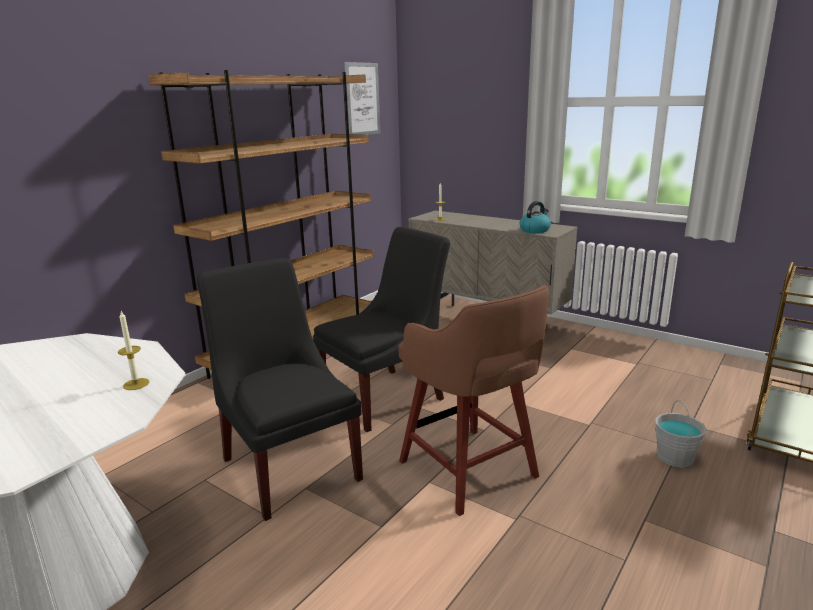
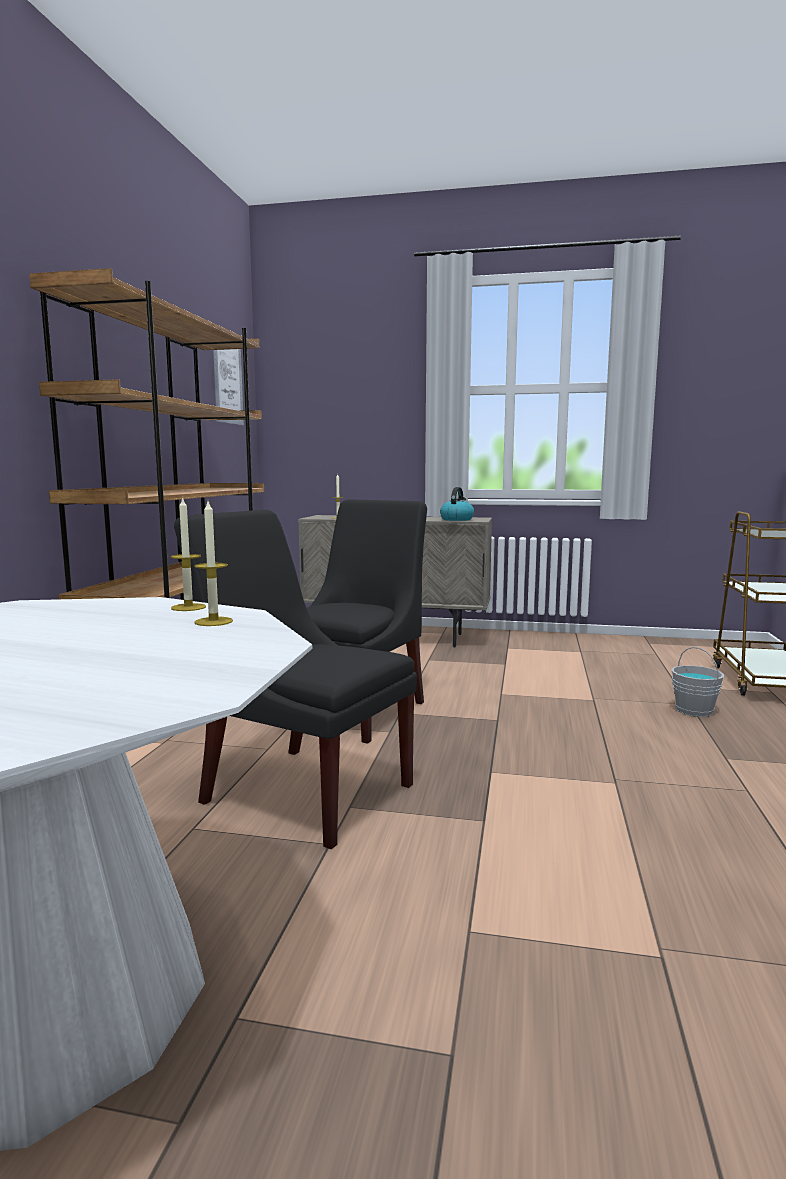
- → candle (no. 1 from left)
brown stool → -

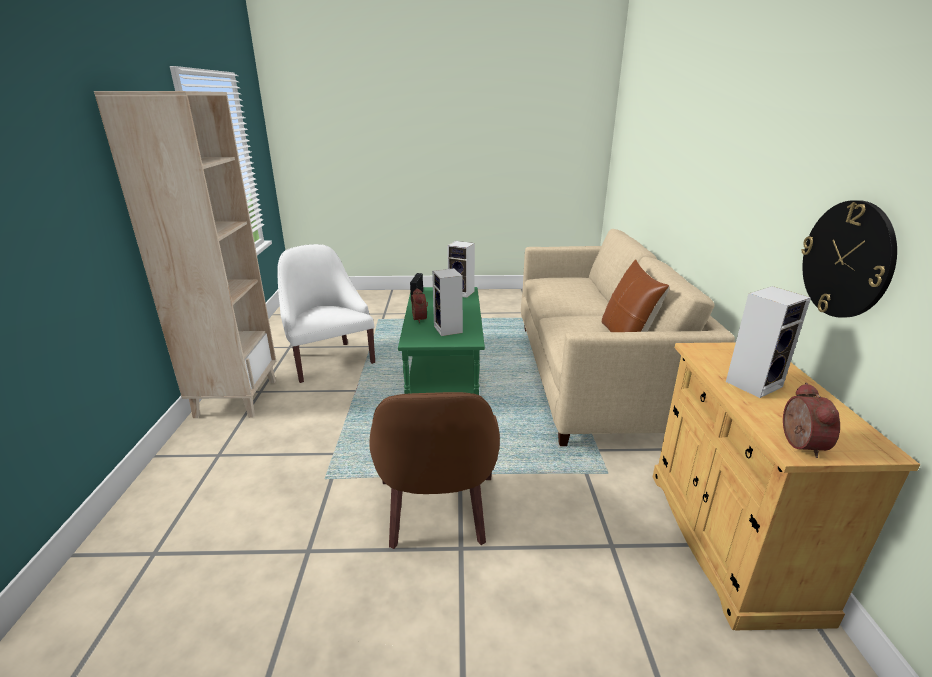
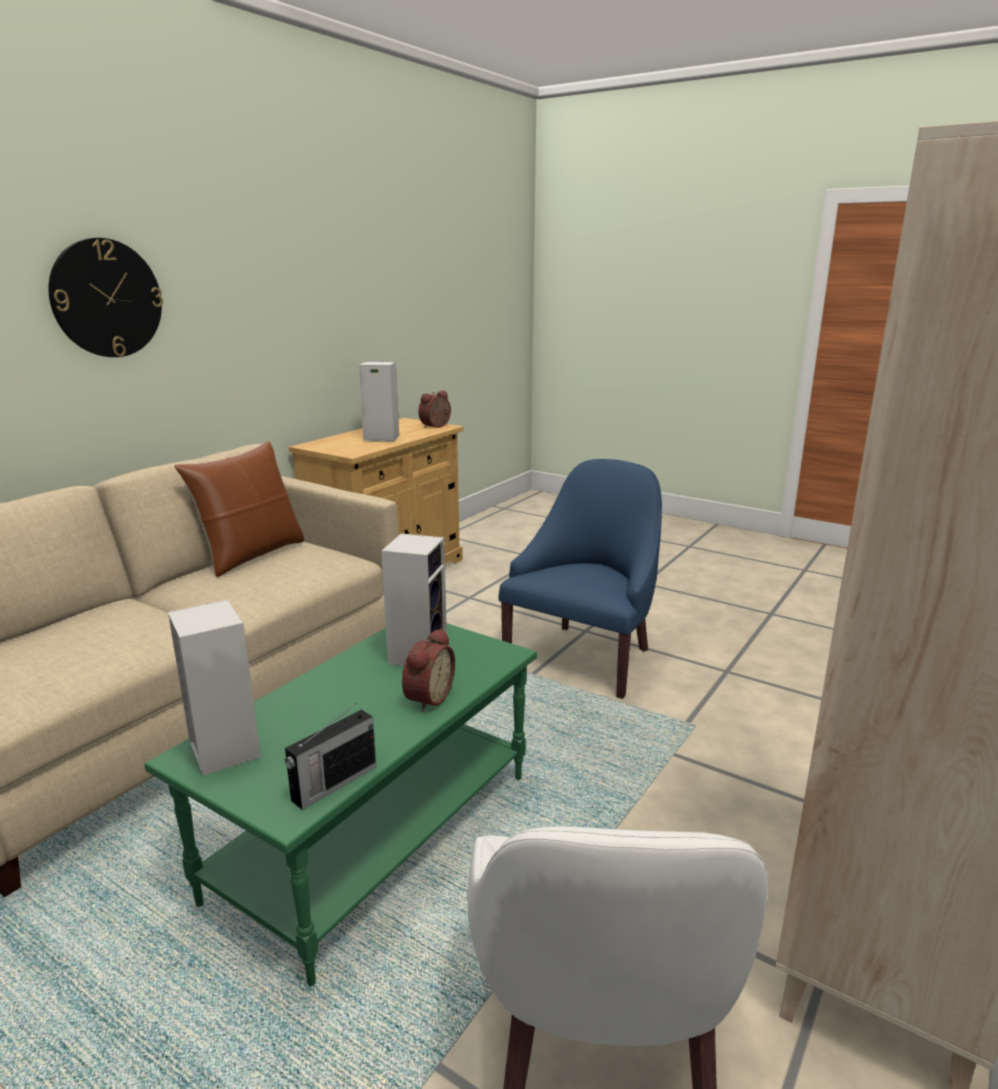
wall clock, shifted
brown armchair → blue armchair

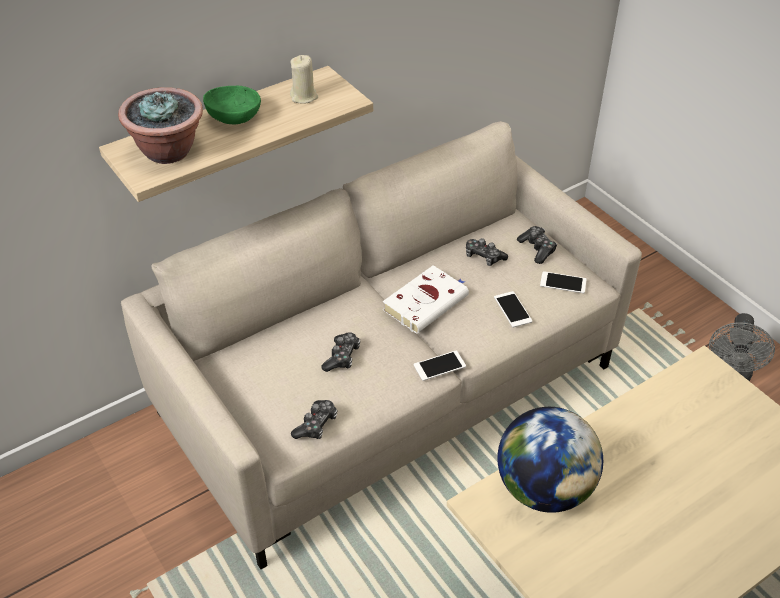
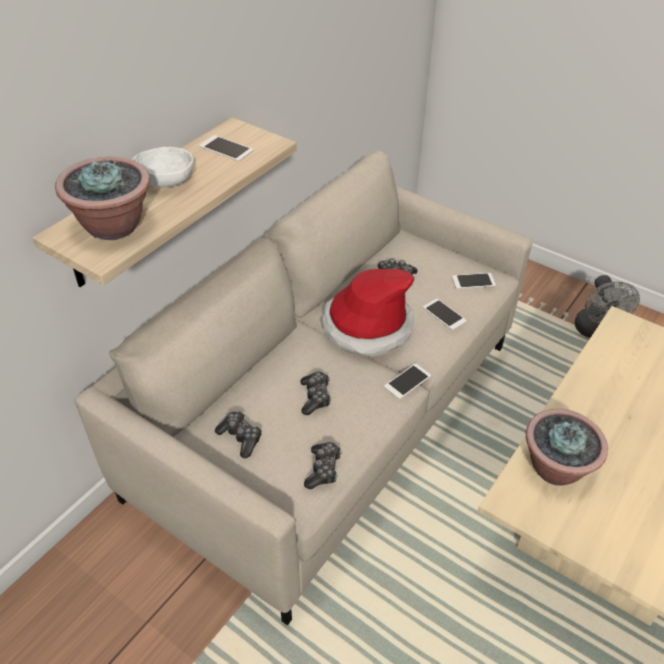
green bowl → white bowl
beige candle → phone (no. 1 from left)
game controller (no. 4 from left in the first image) → game controller (no. 1 from left), shifted
white book → hat
globe → potted plant (no. 2 from left)

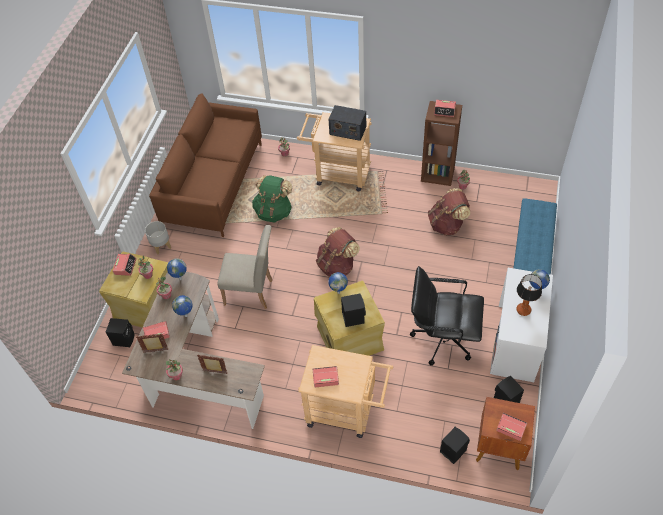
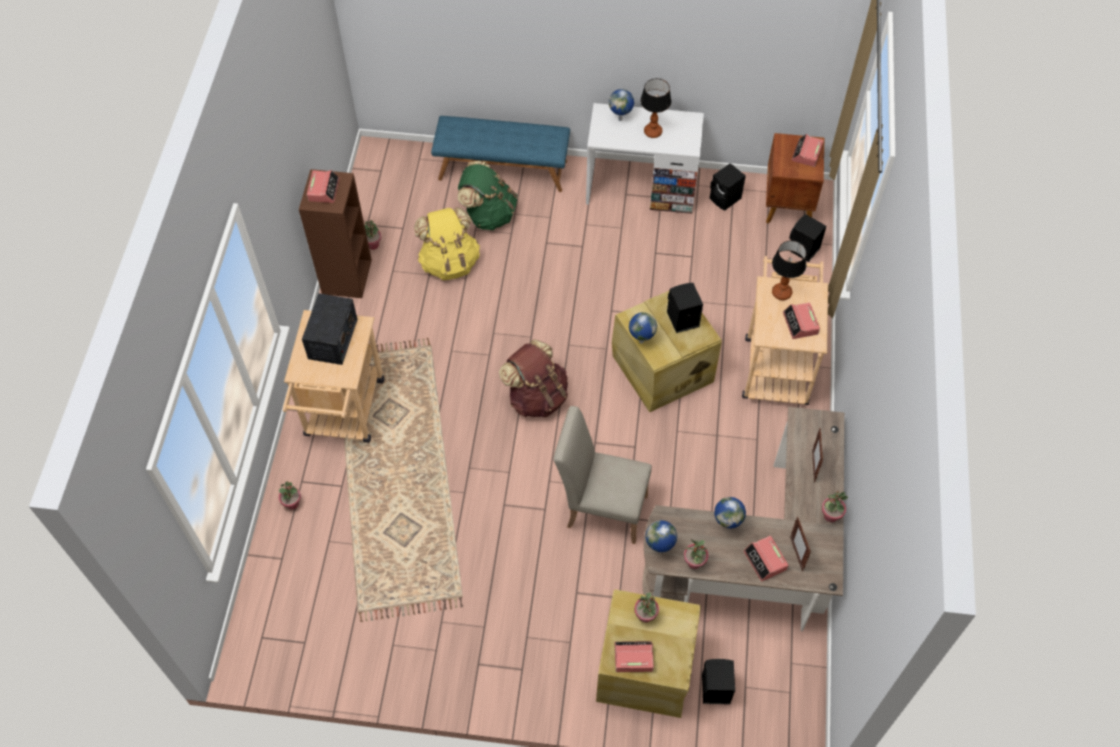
brown backpack (no. 2 from left) → yellow backpack
green backpack, shifted
beige chair, 75 degrees counterclockwise
- → table lamp (no. 2 from left)
grey planter → -
brown sofa → -
black office chair → -

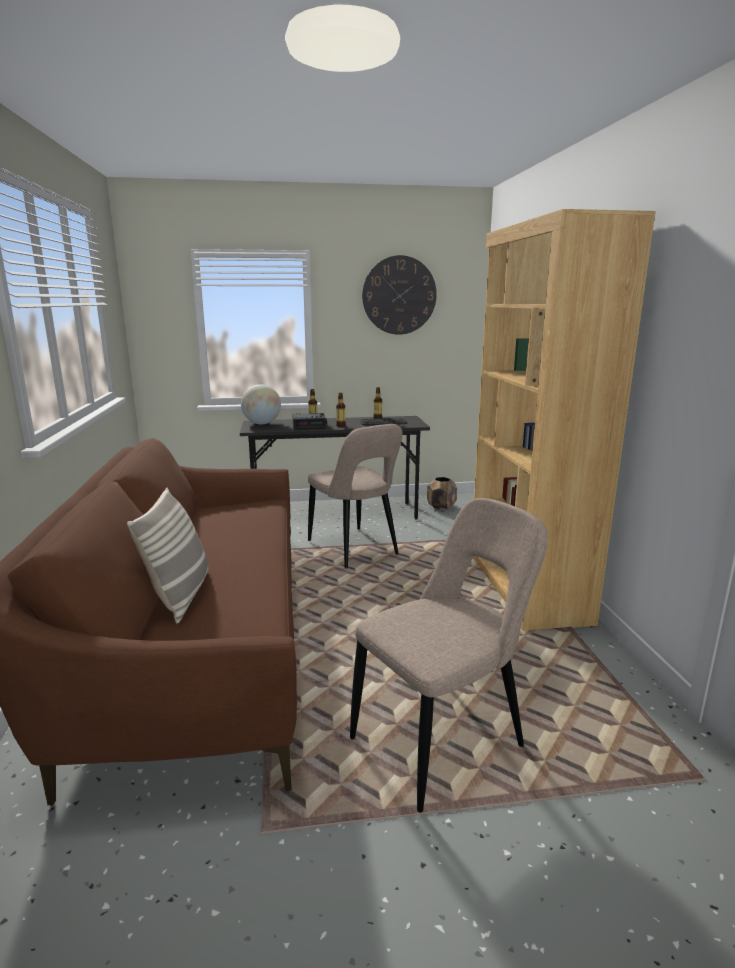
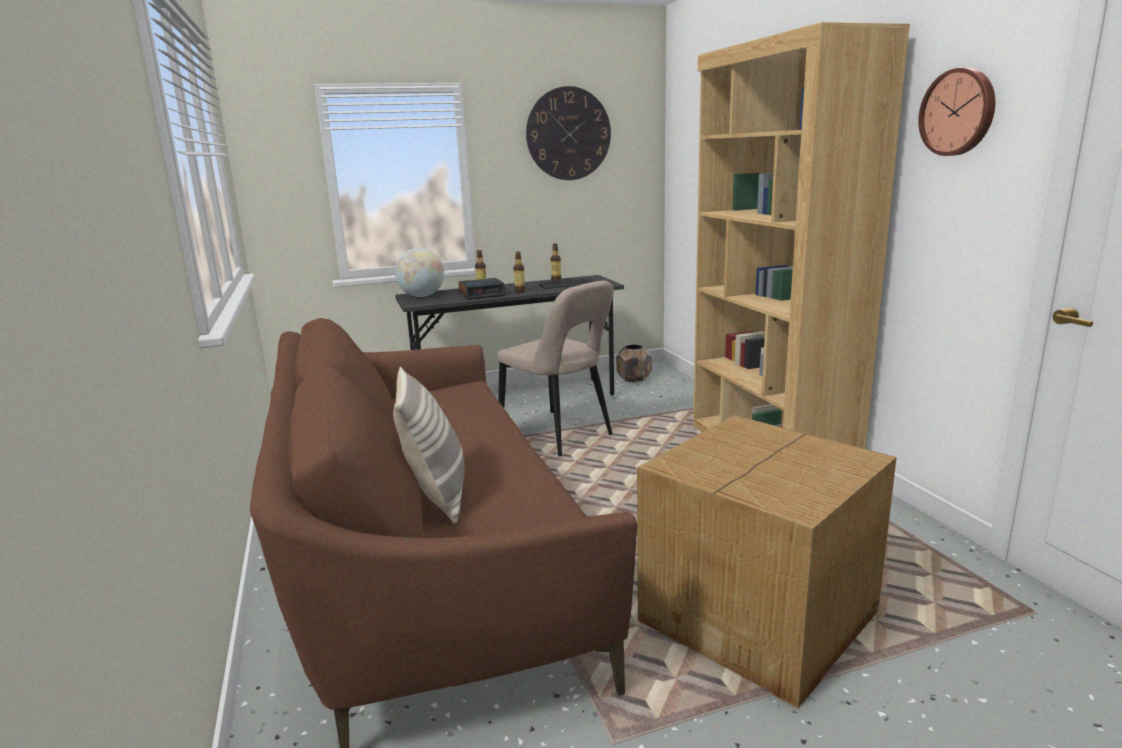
beige chair (no. 2 from left) → cardboard box
- → wall clock (no. 2 from left)

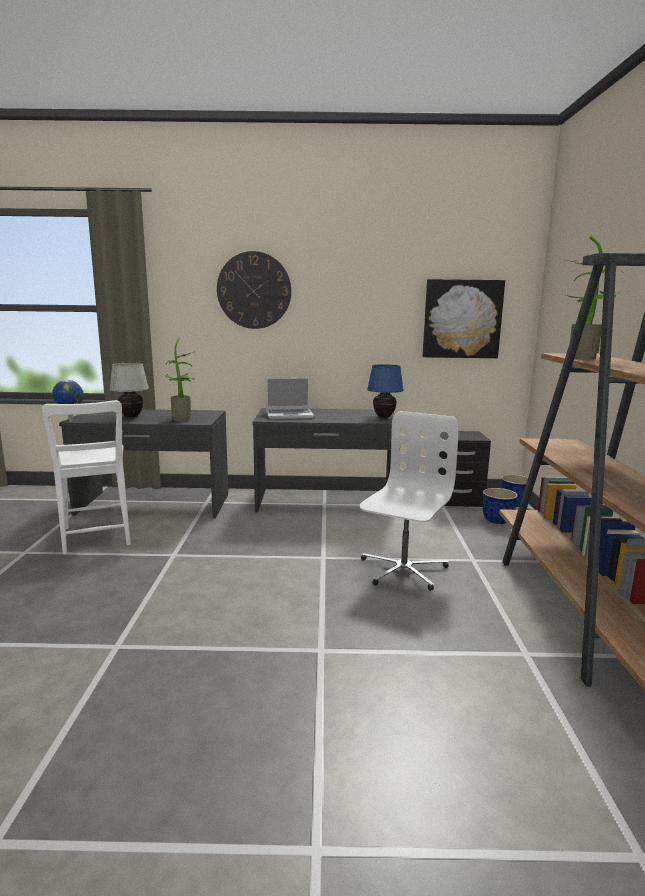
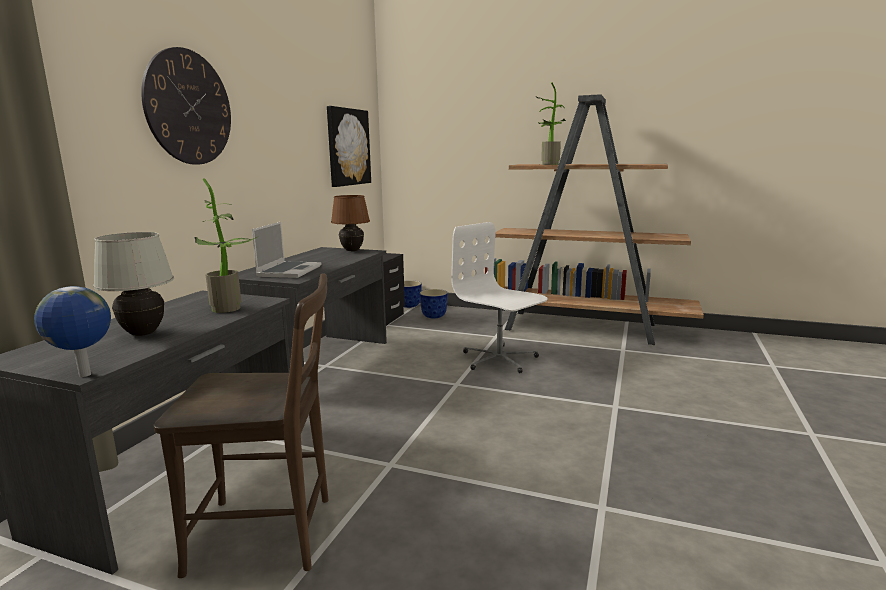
white chair → brown chair
blue table lamp → brown table lamp

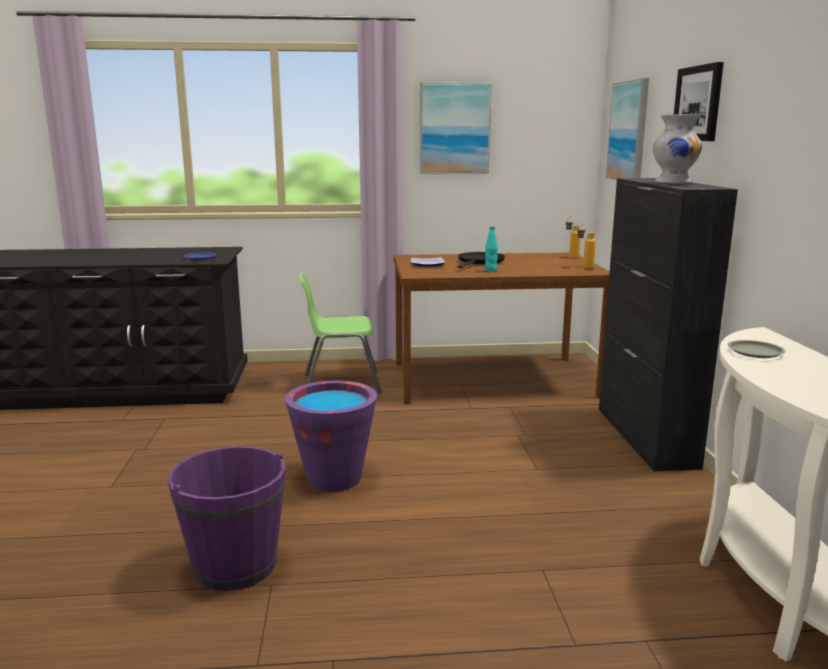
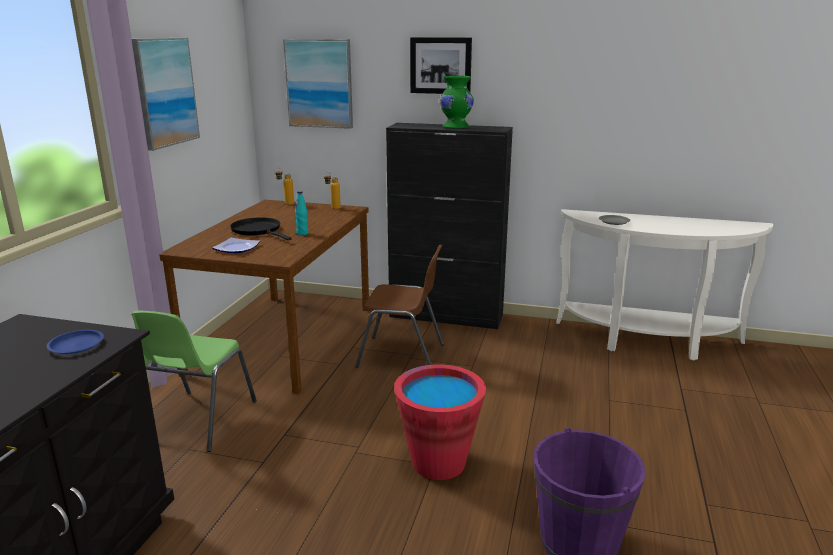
- → brown chair
purple bucket (no. 2 from left) → red bucket
white vase → green vase

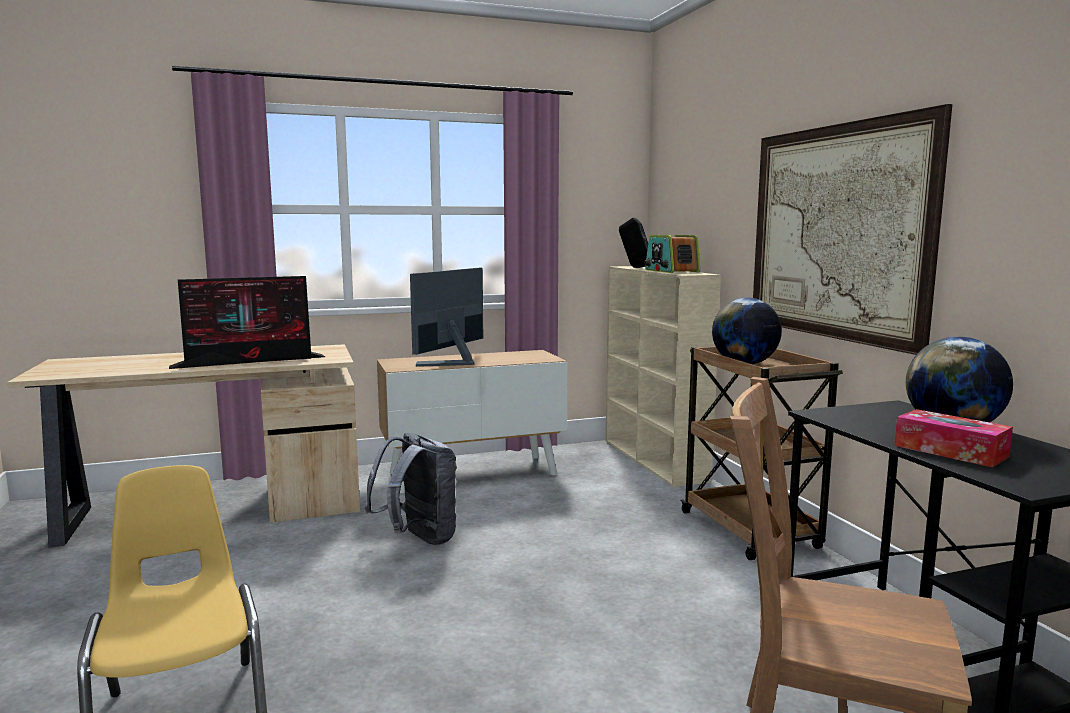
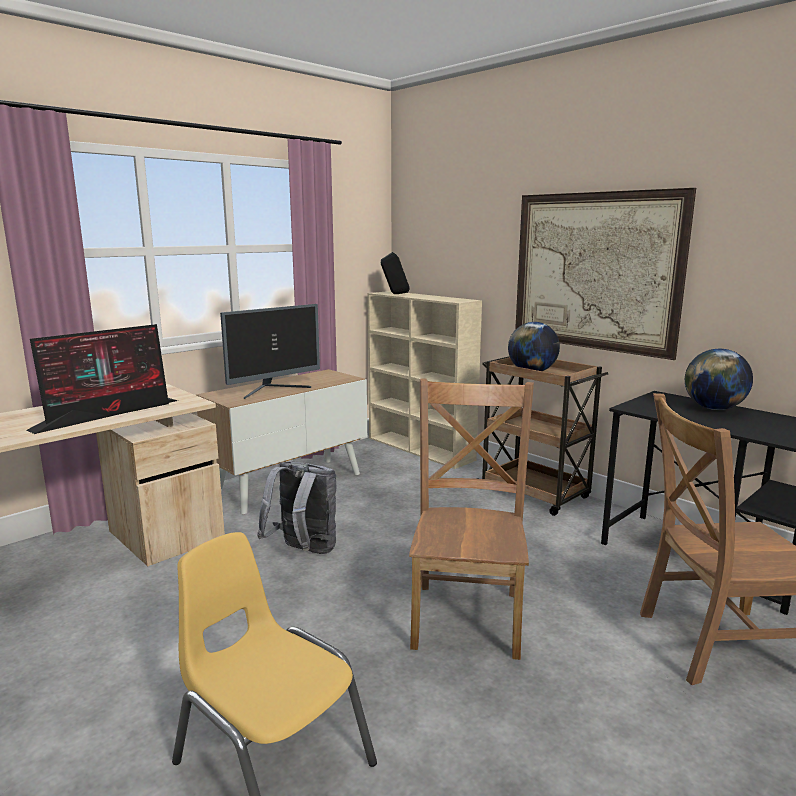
monitor (no. 2 from left), 135 degrees counterclockwise
- → brown chair (no. 1 from left)
radio → -
tissue box → -

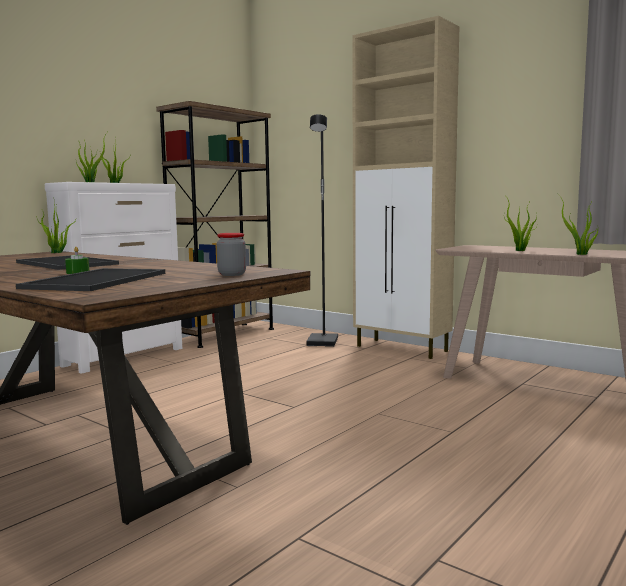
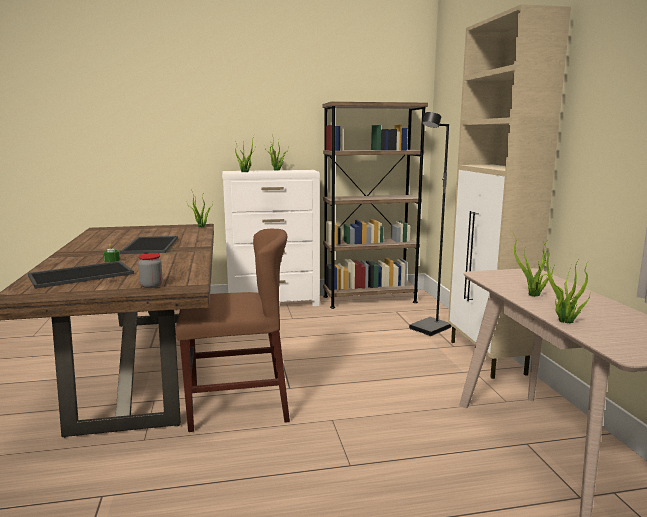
- → brown chair

